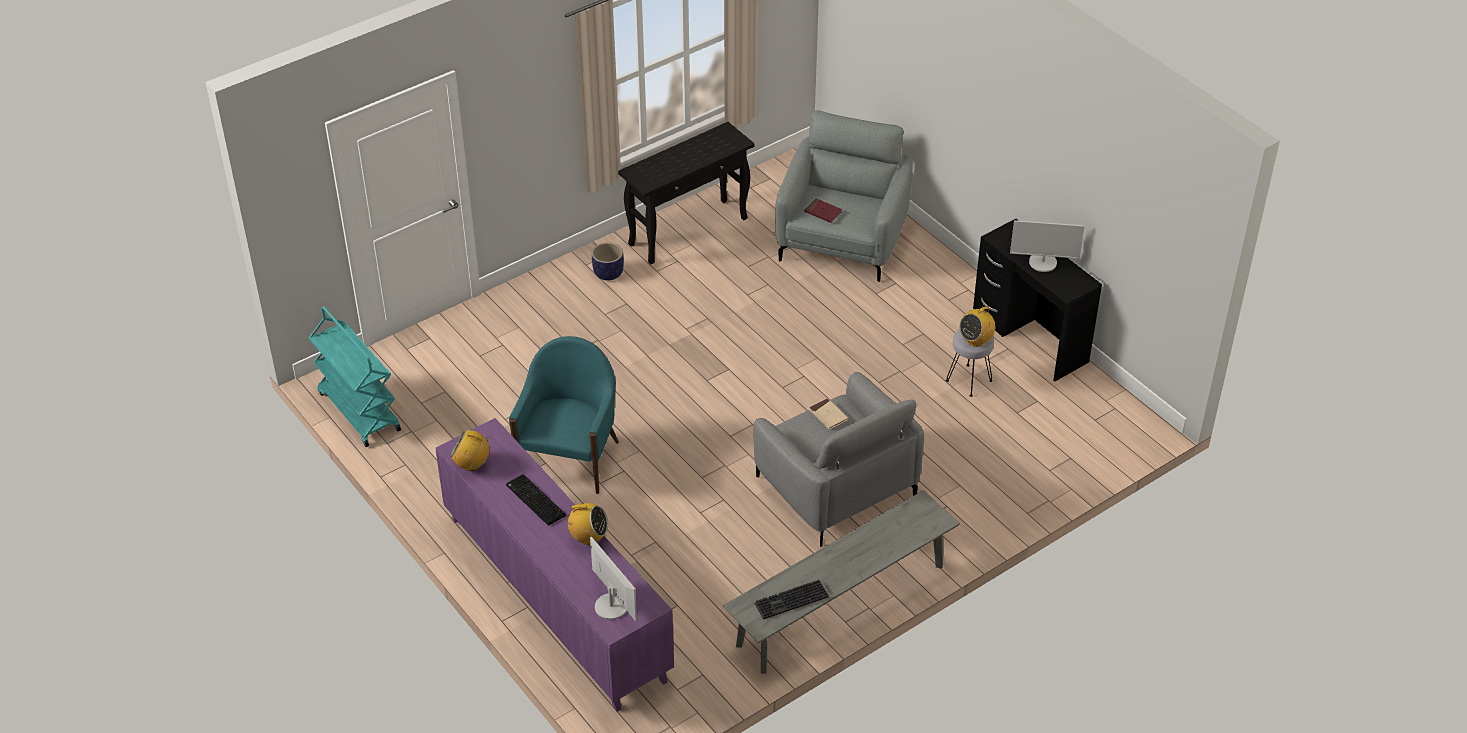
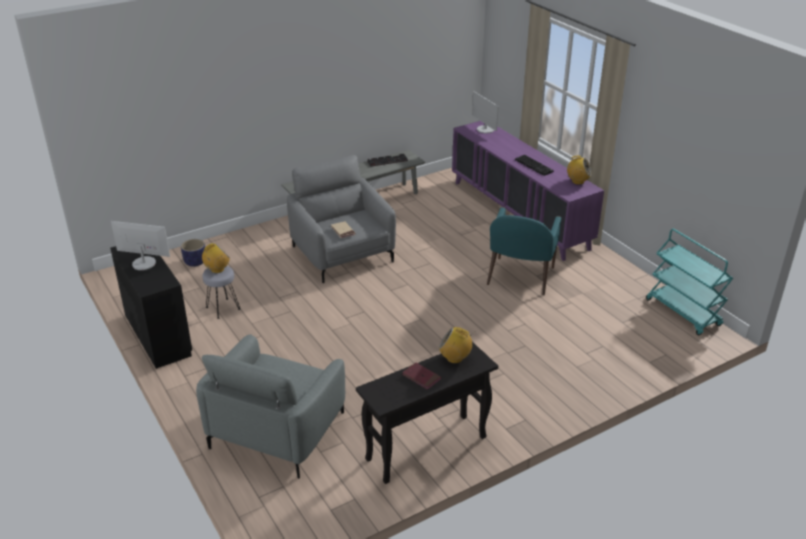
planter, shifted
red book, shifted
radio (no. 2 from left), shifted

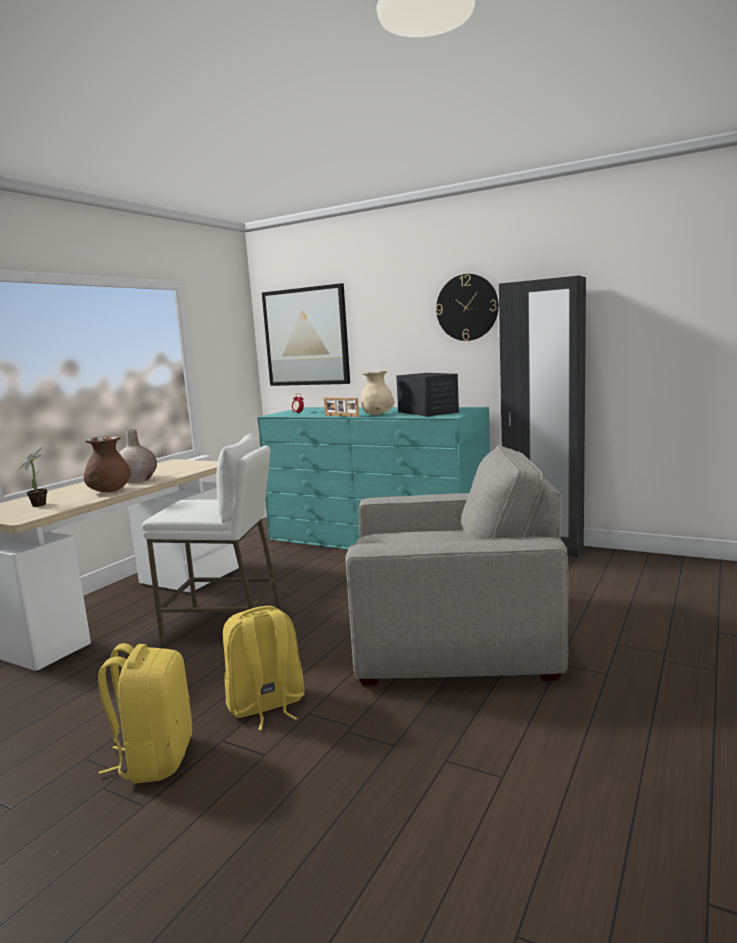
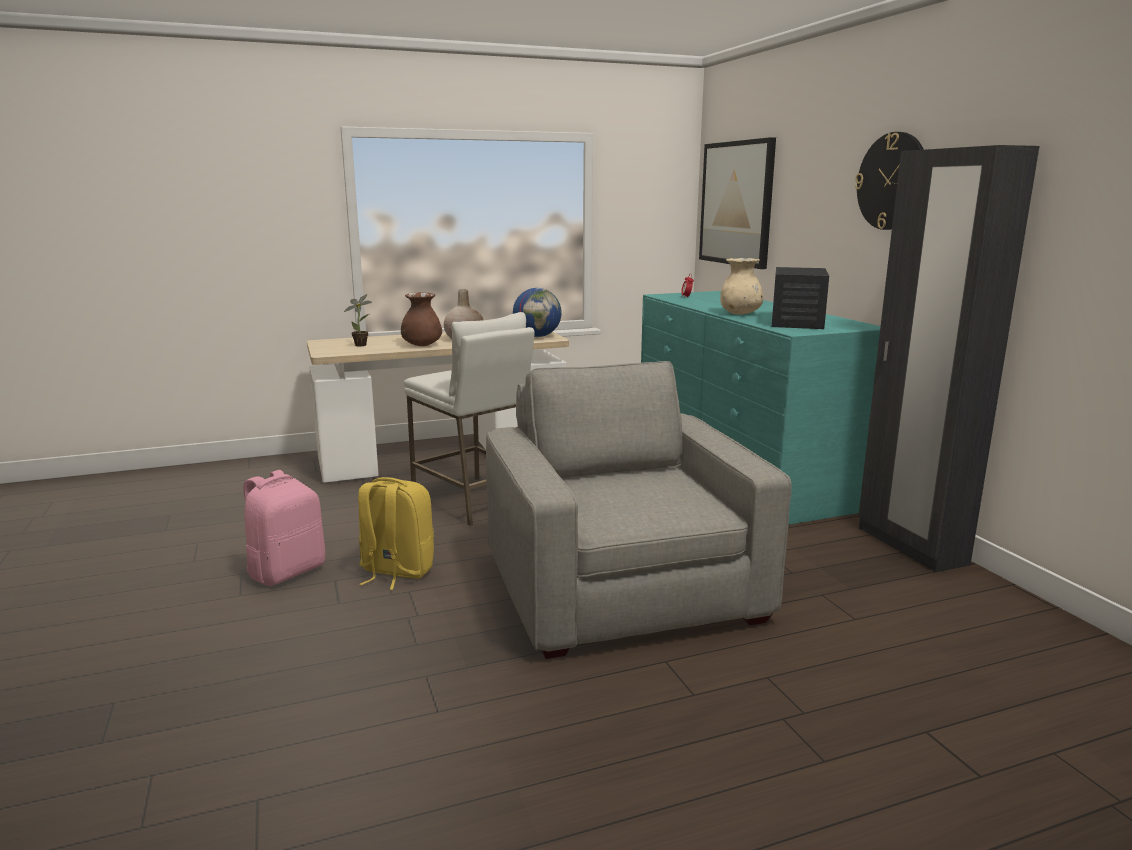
yellow backpack (no. 1 from left) → pink backpack
grey armchair, 150 degrees counterclockwise
- → globe
picture frame → -

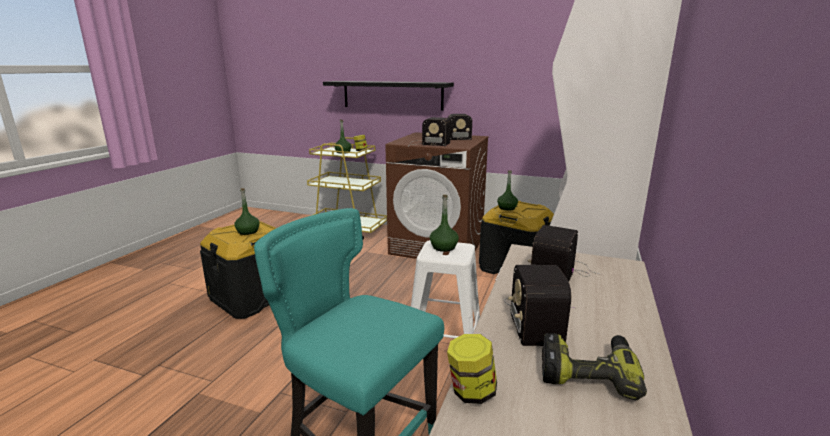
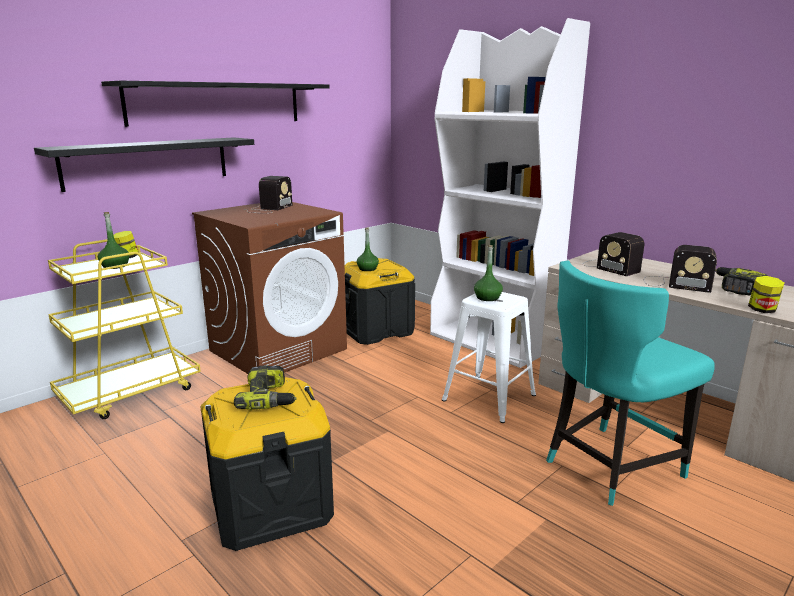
- → black shelf (no. 2 from left)
green bottle (no. 1 from left) → power drill (no. 1 from left)
radio (no. 1 from left) → -

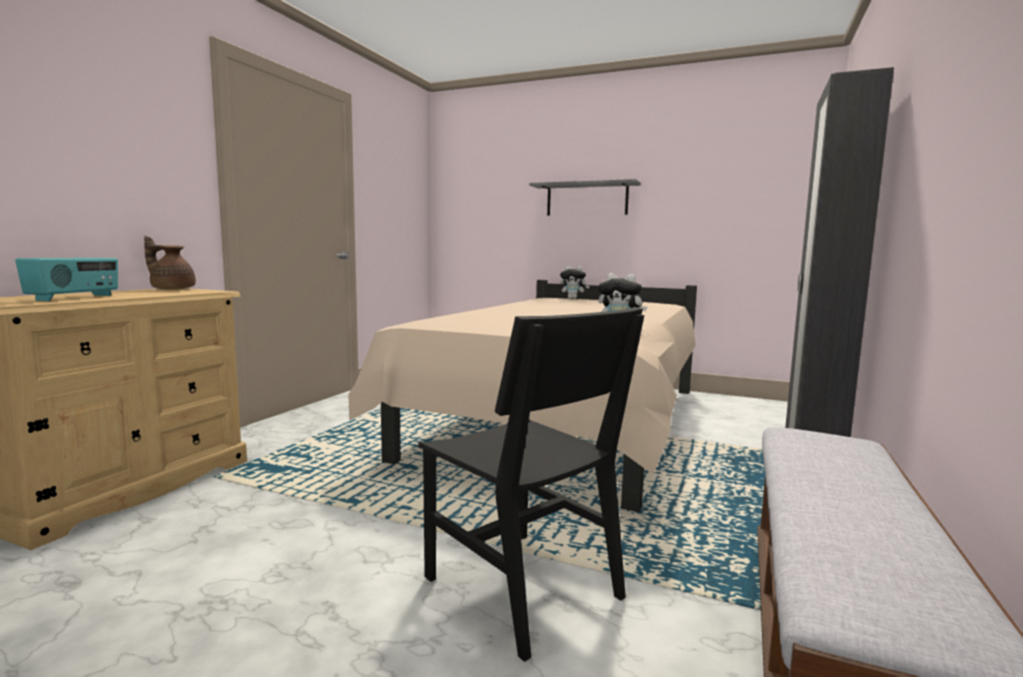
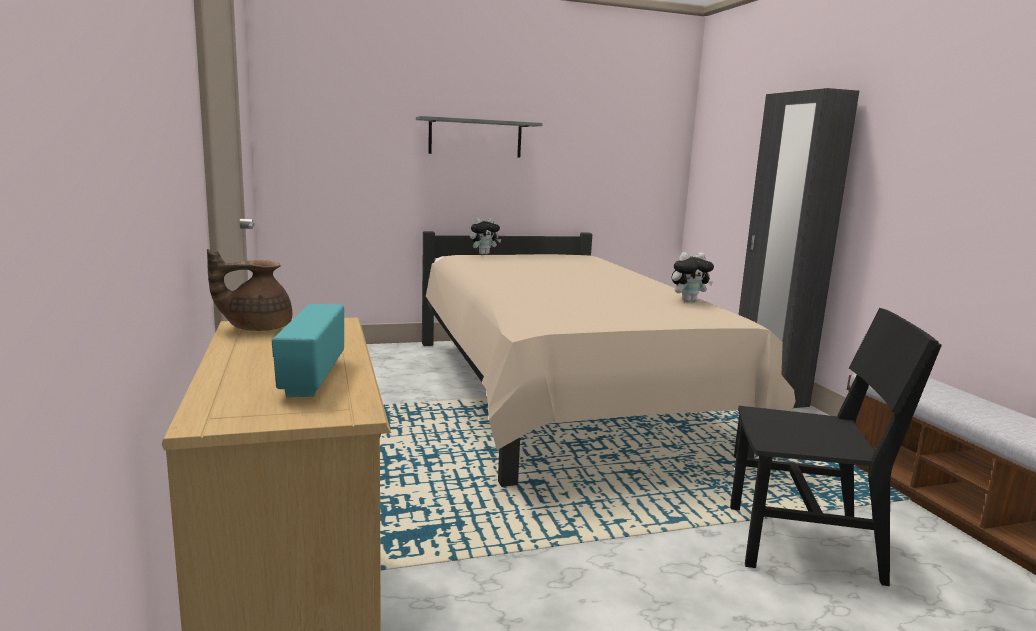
radio, 150 degrees counterclockwise

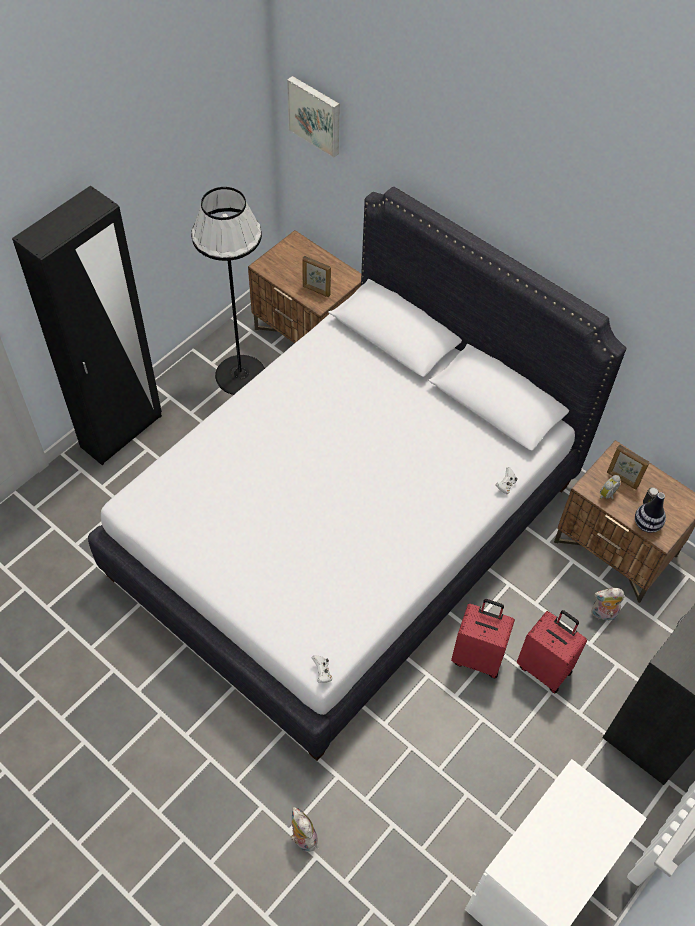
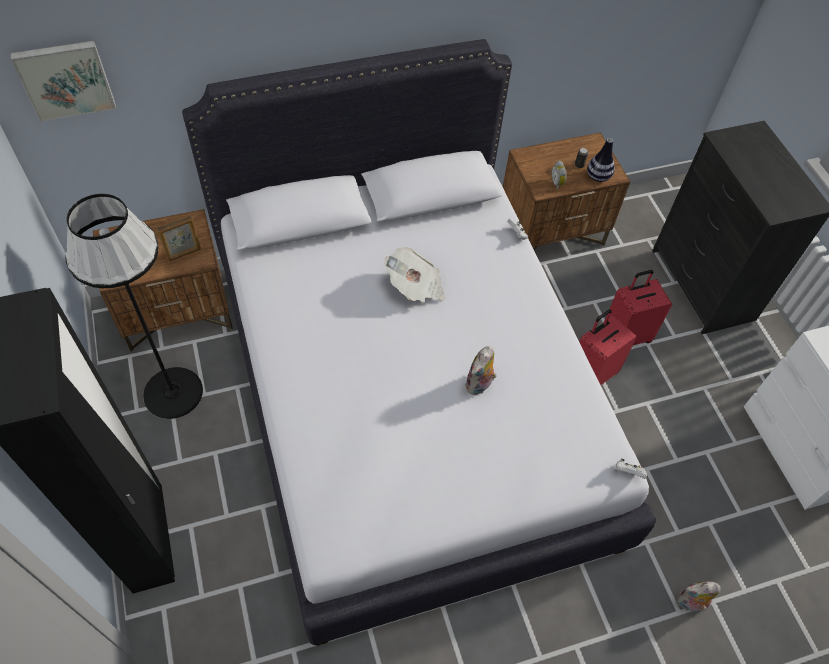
- → newspaper
plush toy (no. 2 from left in the first image) → plush toy (no. 1 from left), shifted
picture frame (no. 2 from left) → -

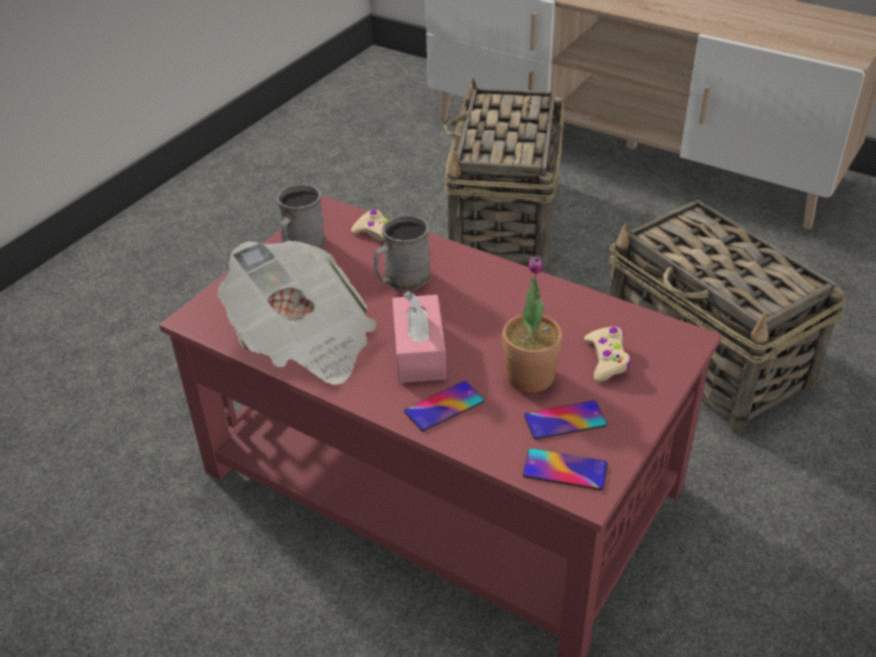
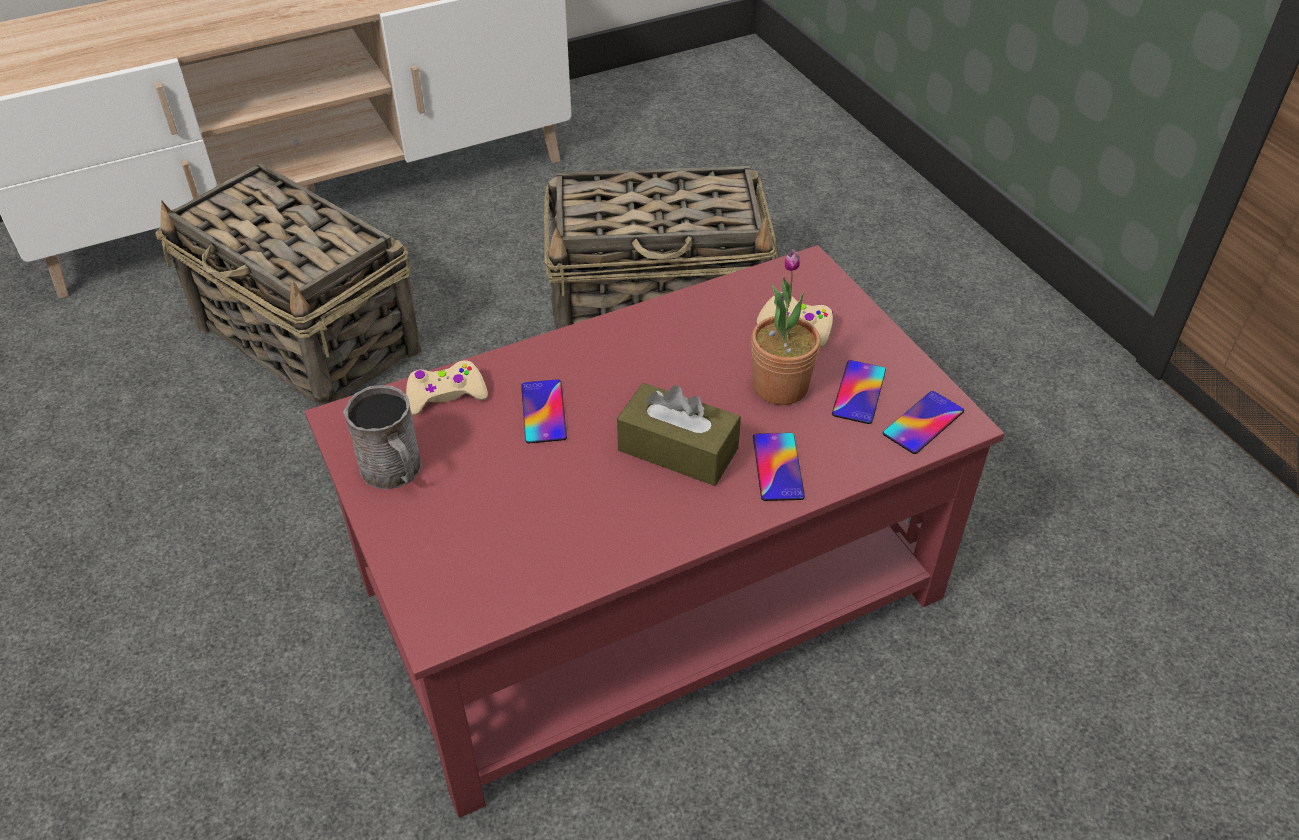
grey mug (no. 2 from left) → phone (no. 1 from left)
pink tissue box → brown tissue box
newspaper → -

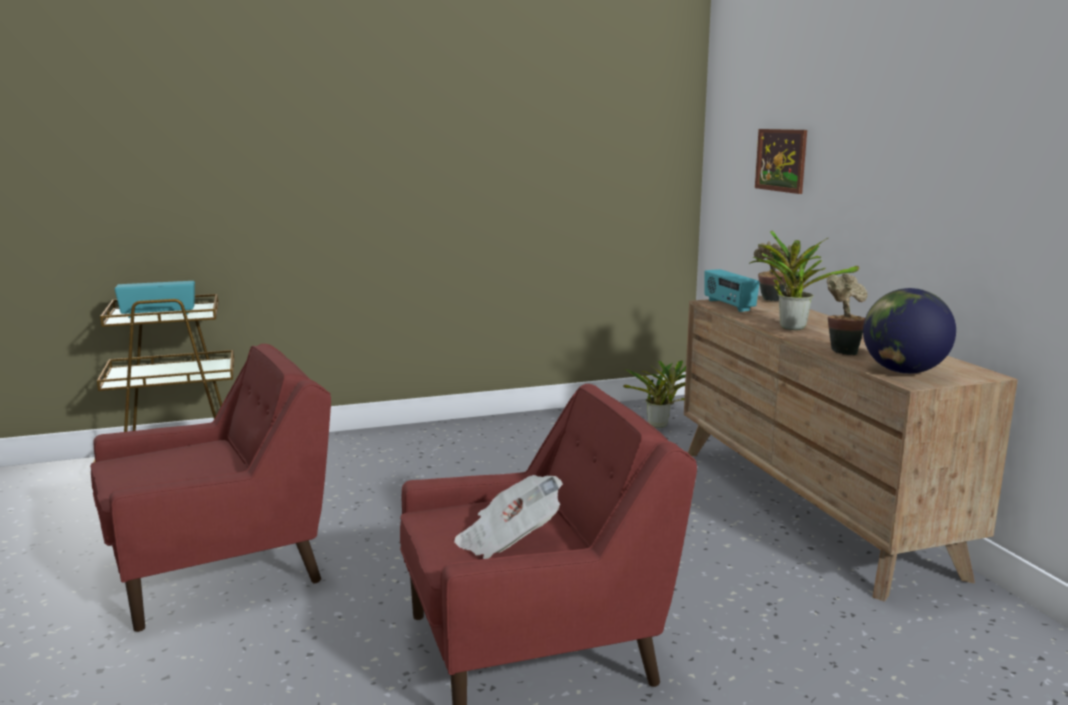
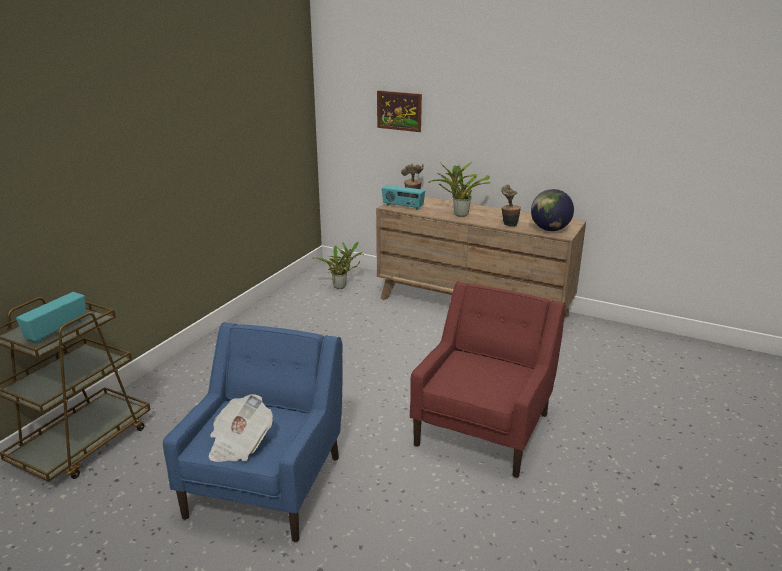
red armchair (no. 1 from left) → blue armchair
newspaper, shifted

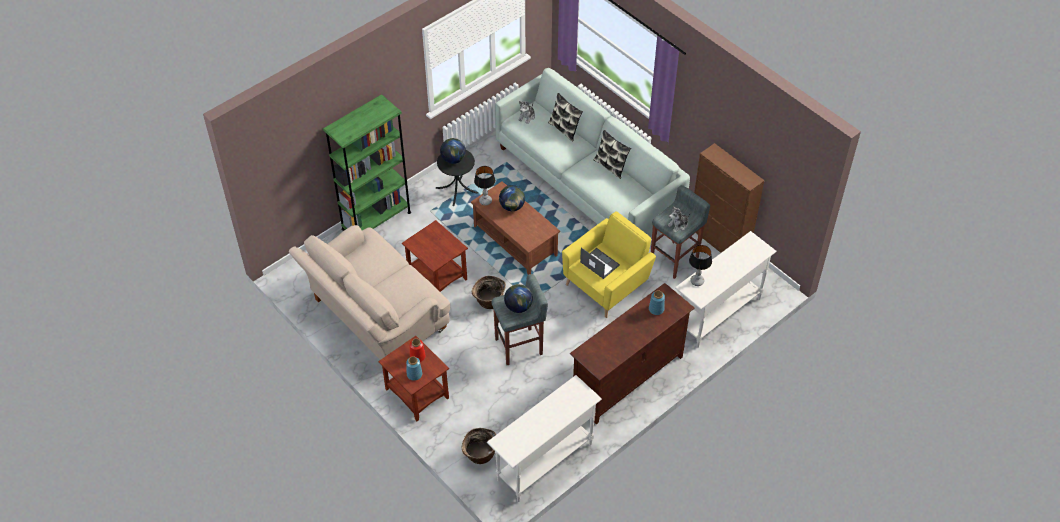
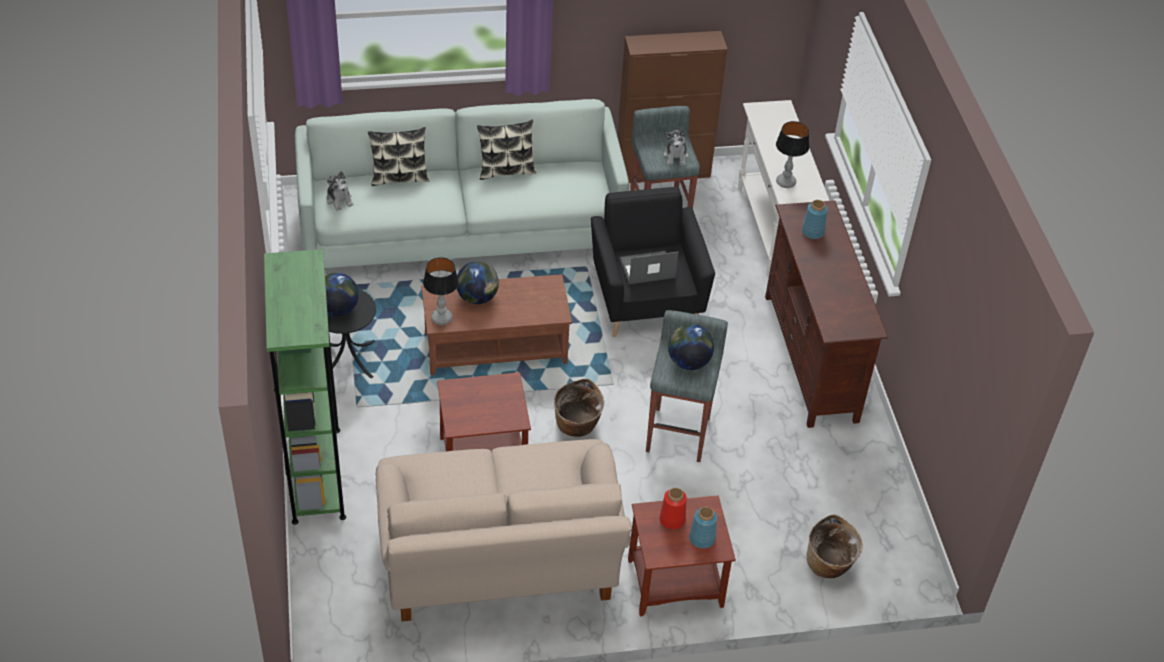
yellow armchair → black armchair
white console table (no. 1 from left) → -

